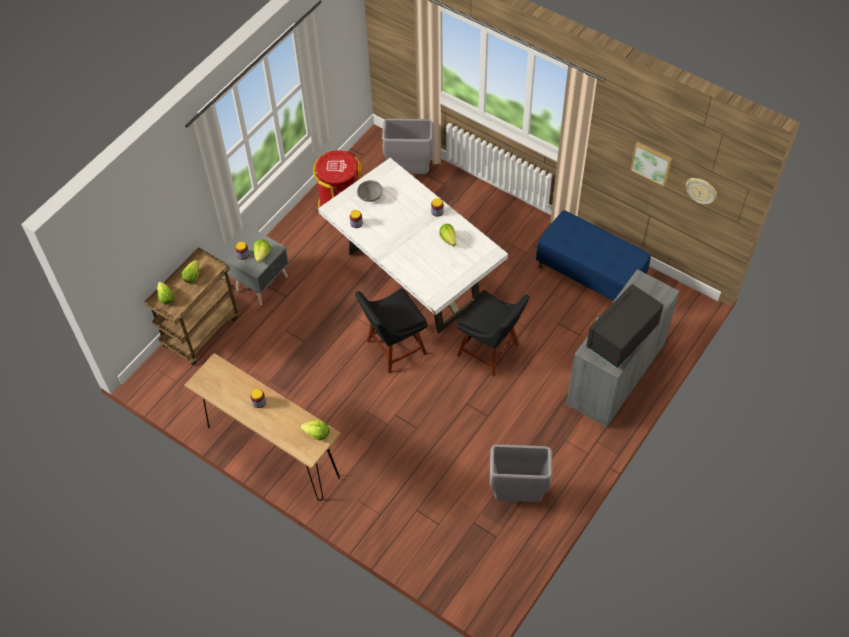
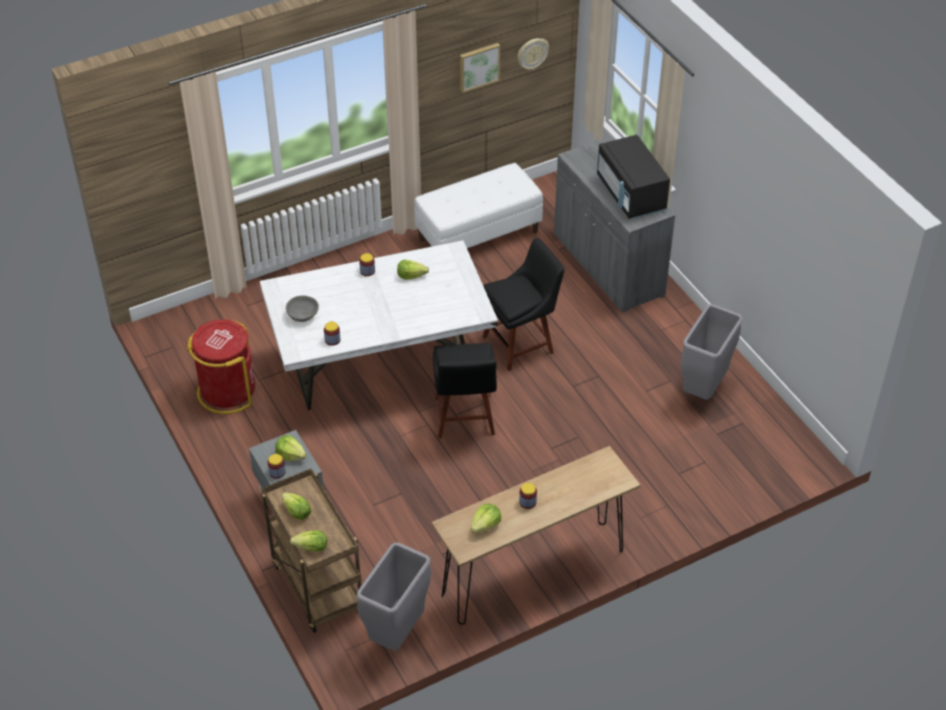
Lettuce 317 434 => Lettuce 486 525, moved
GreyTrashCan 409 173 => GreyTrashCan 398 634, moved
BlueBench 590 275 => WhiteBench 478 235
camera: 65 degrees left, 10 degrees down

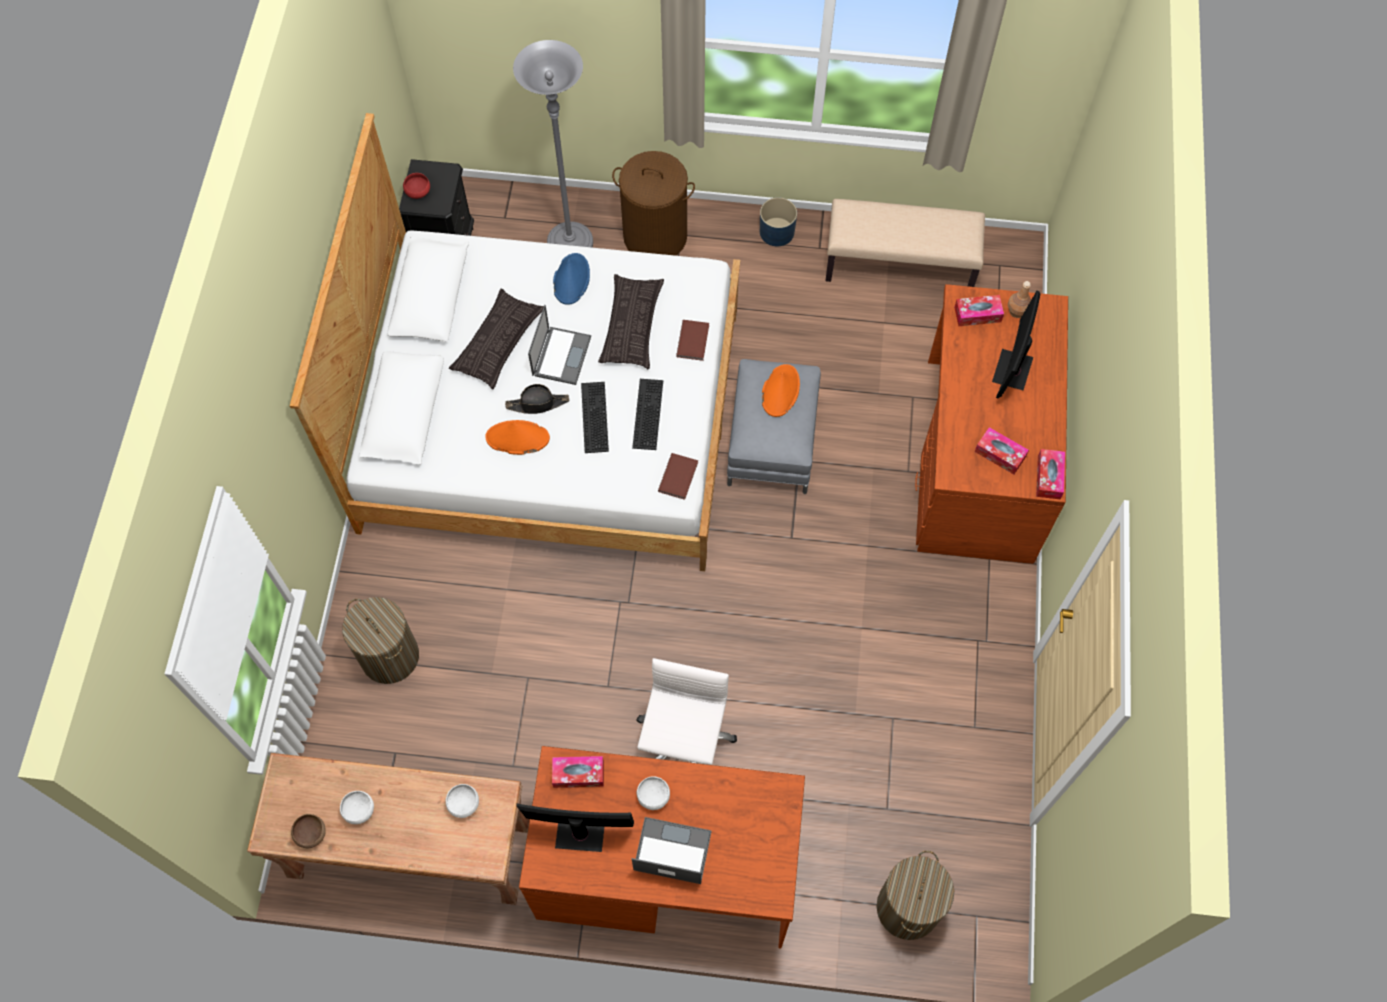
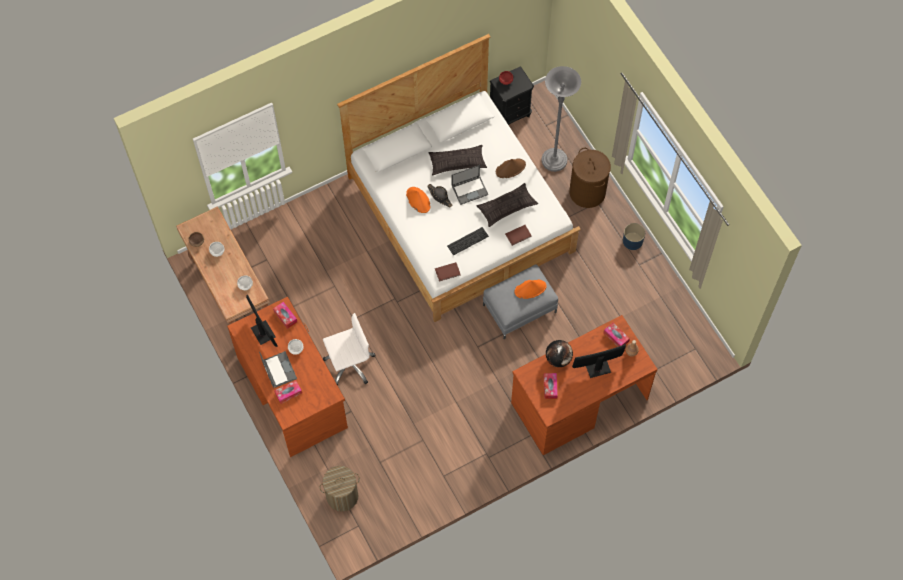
LaundryBasket 389 656 => nothing
Keyboard 593 416 => nothing
BeigeBench 900 265 => nothing
nothing => Globe 558 358
TissueBox 1049 477 => TissueBox 288 393, moved
BlueHat 571 279 => BrownHat 510 168
camera: 55 degrees right, 0 degrees up

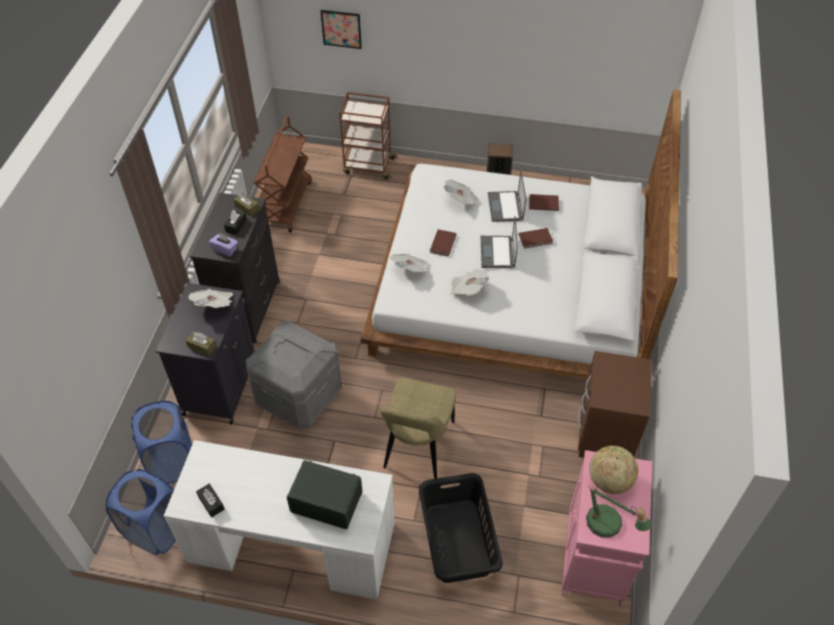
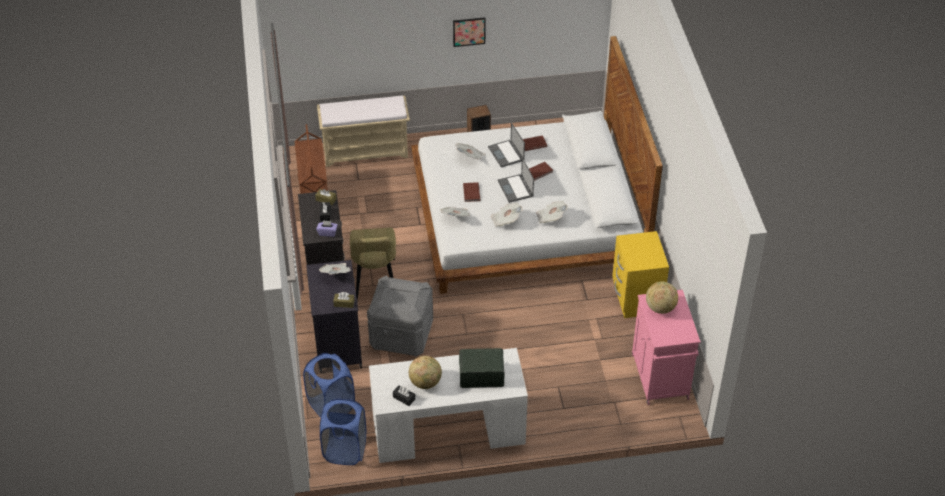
BlackLaundryBasket 457 541 => nothing
TableLamp 608 526 => nothing
nothing => Globe 425 382
nothing => Newspaper 550 217
Picture 341 29 => Picture 469 31, moved
BeigeChair 417 448 => BeigeChair 375 281, moved
BrownCart 368 166 => BeigeBench 366 151
BrownNightstand 604 433 => YellowNightstand 636 298
camera: 20 degrees left, 5 degrees down

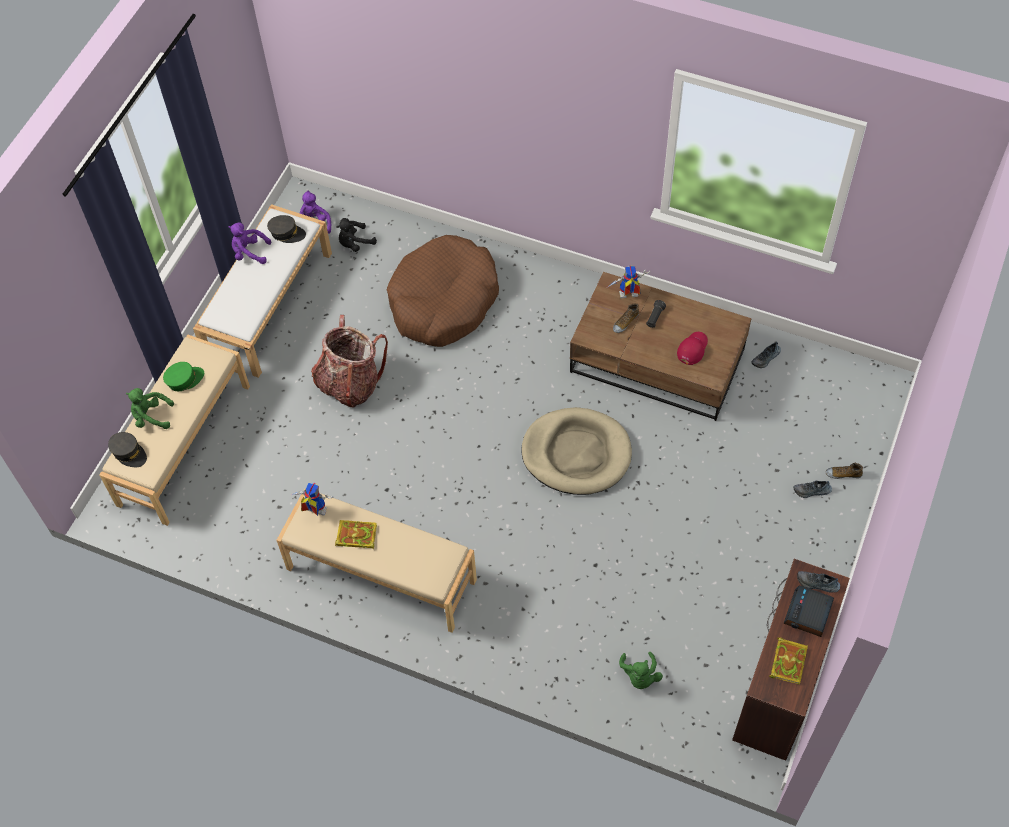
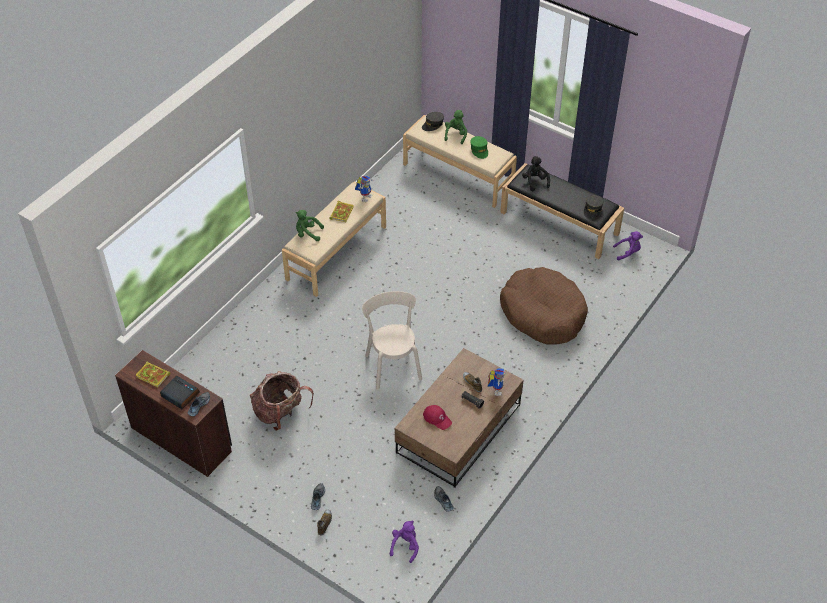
PurplePlushToy 249 252 => PurplePlushToy 405 546, moved
Backpack 350 383 => Backpack 280 413, moved
BlackPlushToy 355 243 => BlackPlushToy 535 181, moved
GreenPlushToy 639 676 => GreenPlushToy 308 233, moved
BeigeDogBed 576 453 => BeigeChair 393 365
WhiteBench 269 303 => BlackBench 560 223
camera: 100 degrees right, 10 degrees down

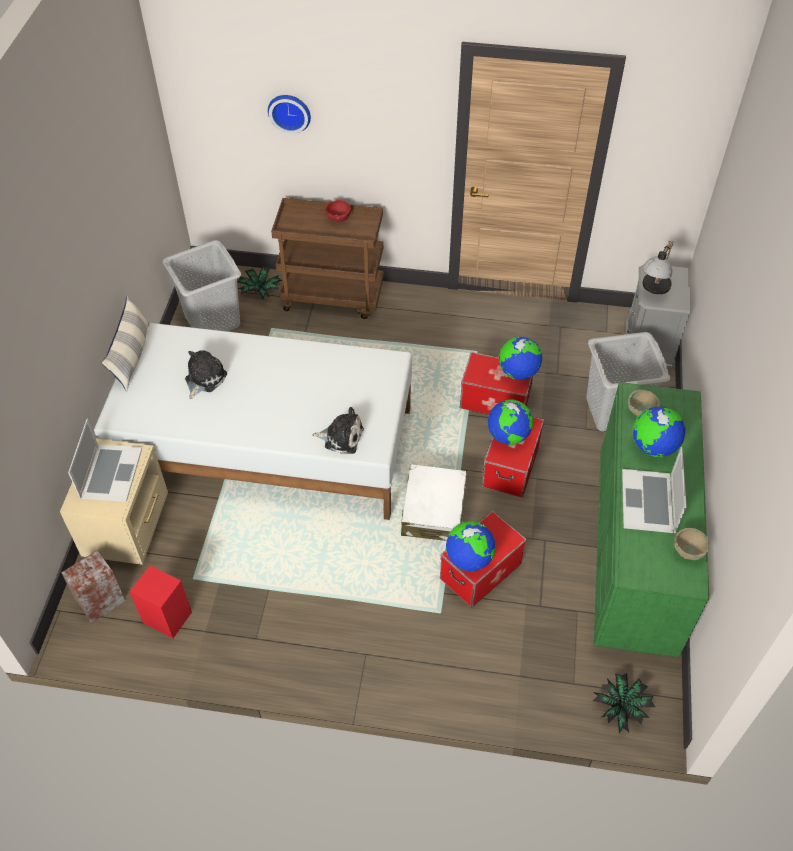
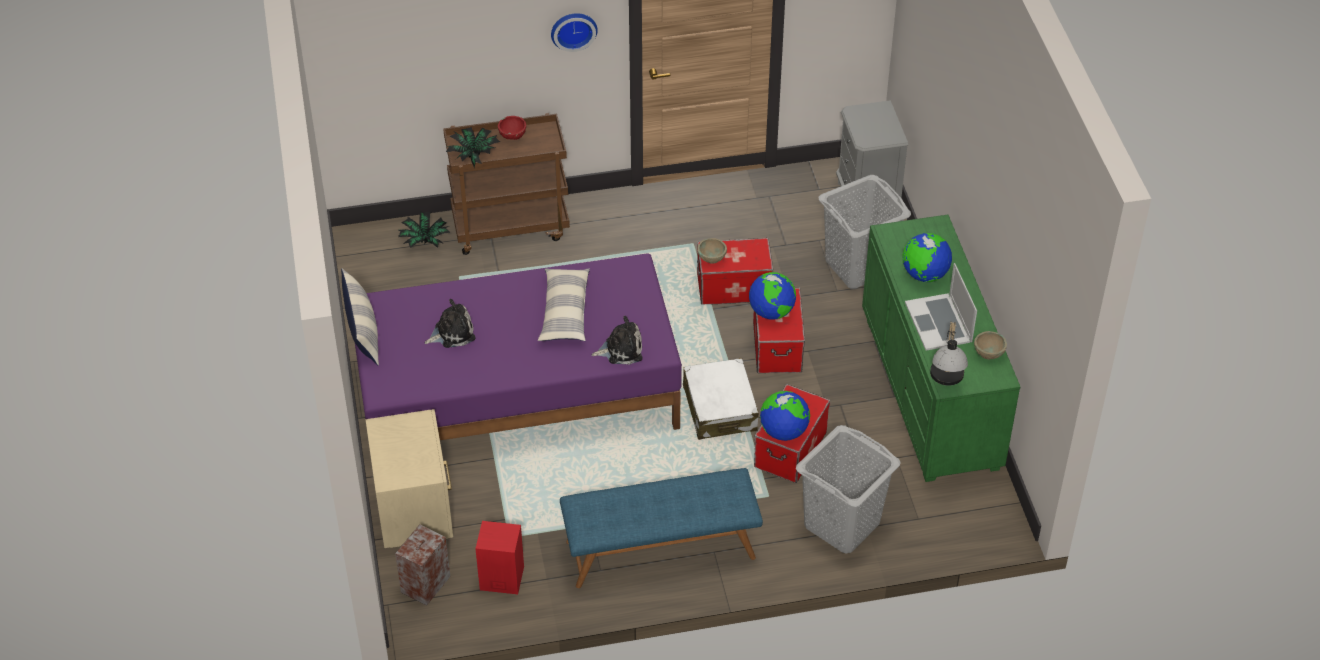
Laptop 110 473 => nothing
Globe 518 372 => nothing
nothing => Pillow 564 312
nothing => BlueBench 660 550
GreyLaundryBasket 212 320 => GreyLaundryBasket 841 524, moved
WallClock 290 111 => WallClock 573 29, moved
PottedPlant 622 707 => PottedPlant 474 155, moved
BeigeBowl 640 411 => BeigeBowl 711 258, moved
TableLamp 653 289 => TableLamp 946 380, moved
WhiteBed 265 444 => PurpleBed 515 394
PlushToy 204 379 => PlushToy 452 333, 60 degrees clockwise
camera: 20 degrees left, 5 degrees down

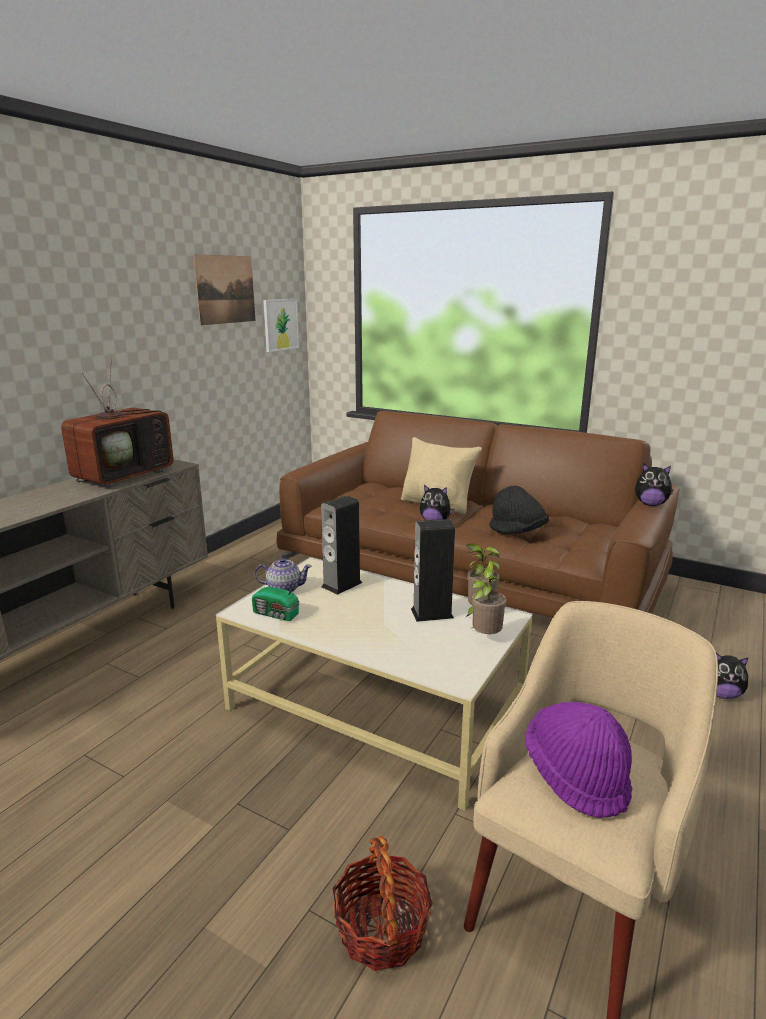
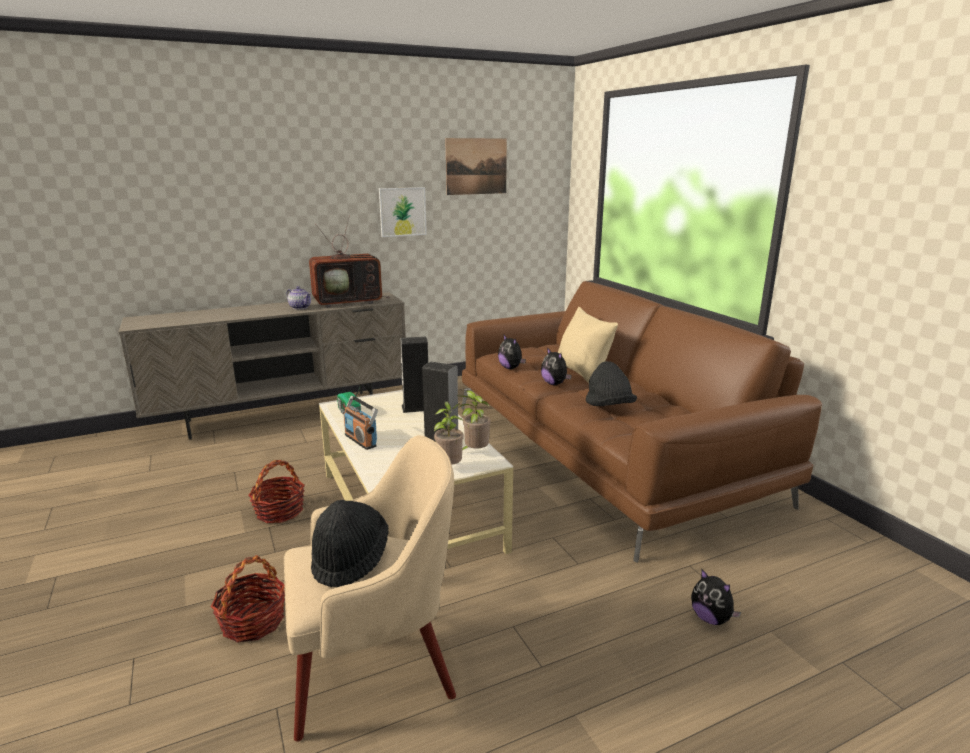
nothing => Basket 279 511
nothing => Radio 361 440
Teapot 283 588 => Teapot 300 307, moved
Picture 280 324 => Picture 402 212, moved
PlushToy 650 504 => PlushToy 511 368, moved
PurpleHat 576 776 => BlackHat 350 559
camera: 35 degrees right, 0 degrees up

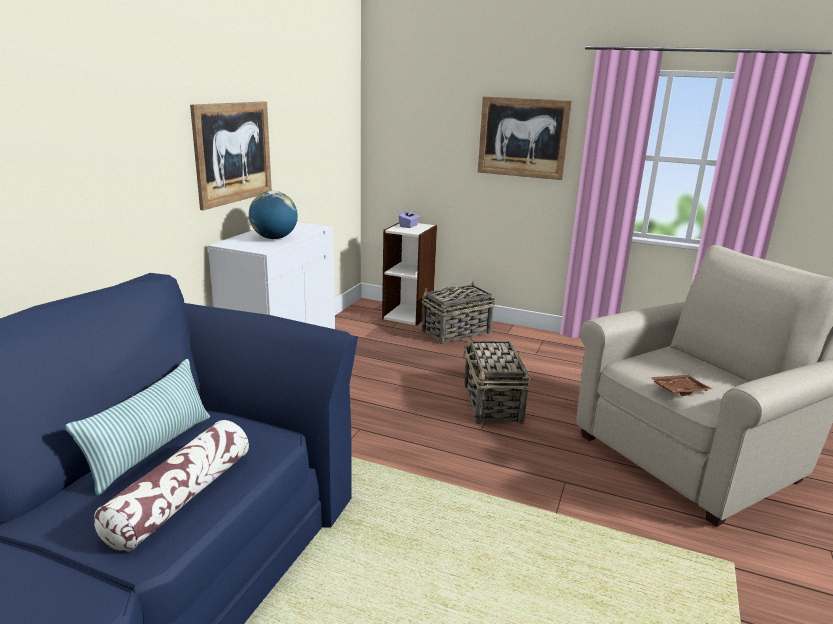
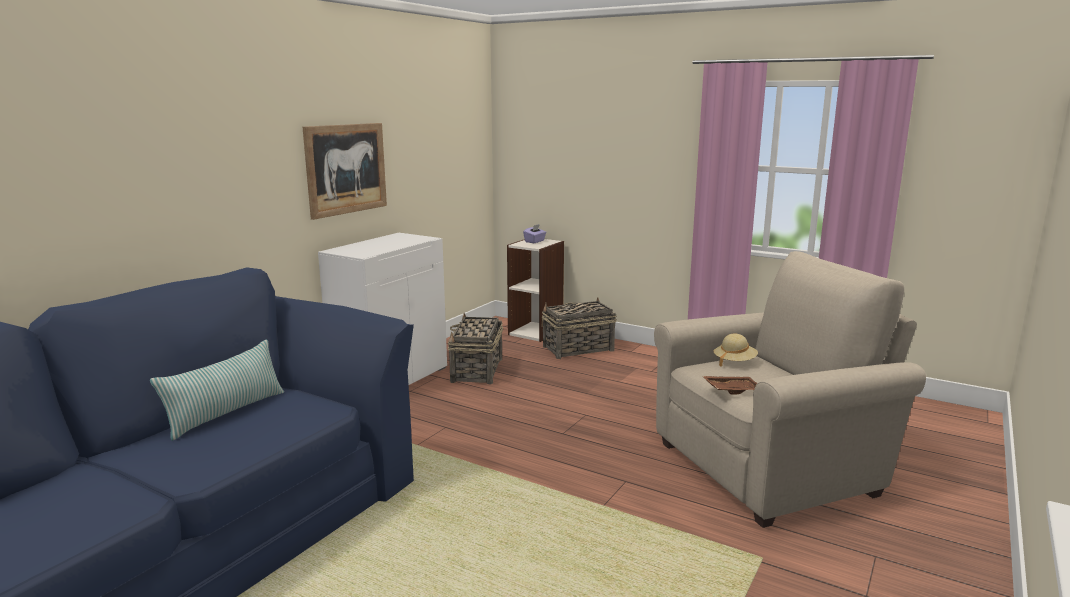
Pillow 182 497 => nothing
Globe 274 238 => nothing
Picture 523 138 => nothing
nothing => BeigeHat 734 362
Basket 492 404 => Basket 476 371, moved
camera: 10 degrees right, 5 degrees down

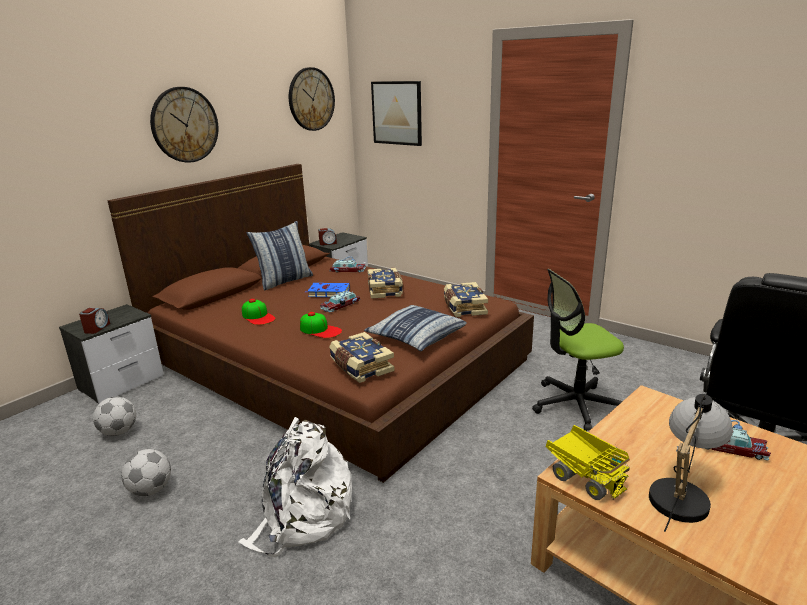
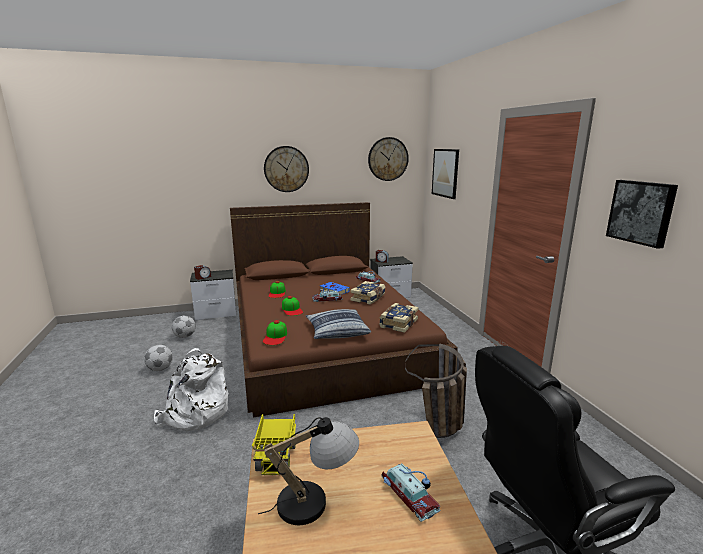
Pillow 284 281 => nothing
nothing => Picture 641 212
Book 360 367 => Cap 275 336
OfficeChair 575 405 => Basket 439 430
camera: 35 degrees right, 5 degrees down

